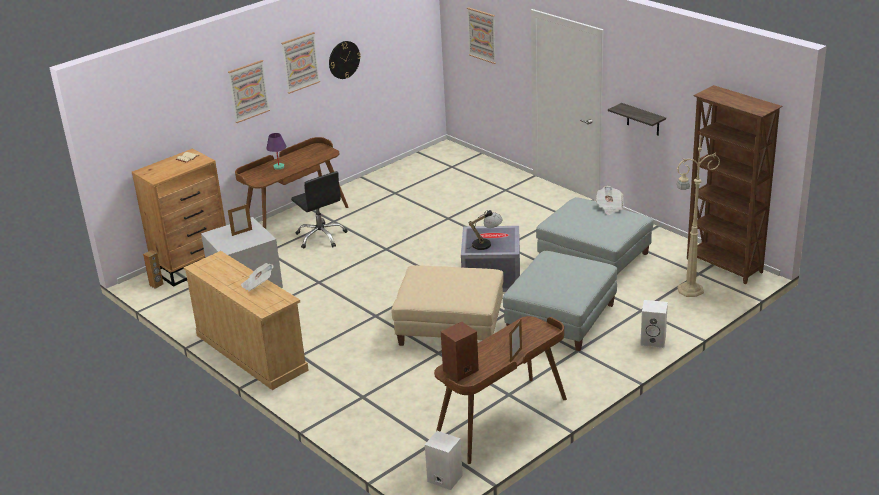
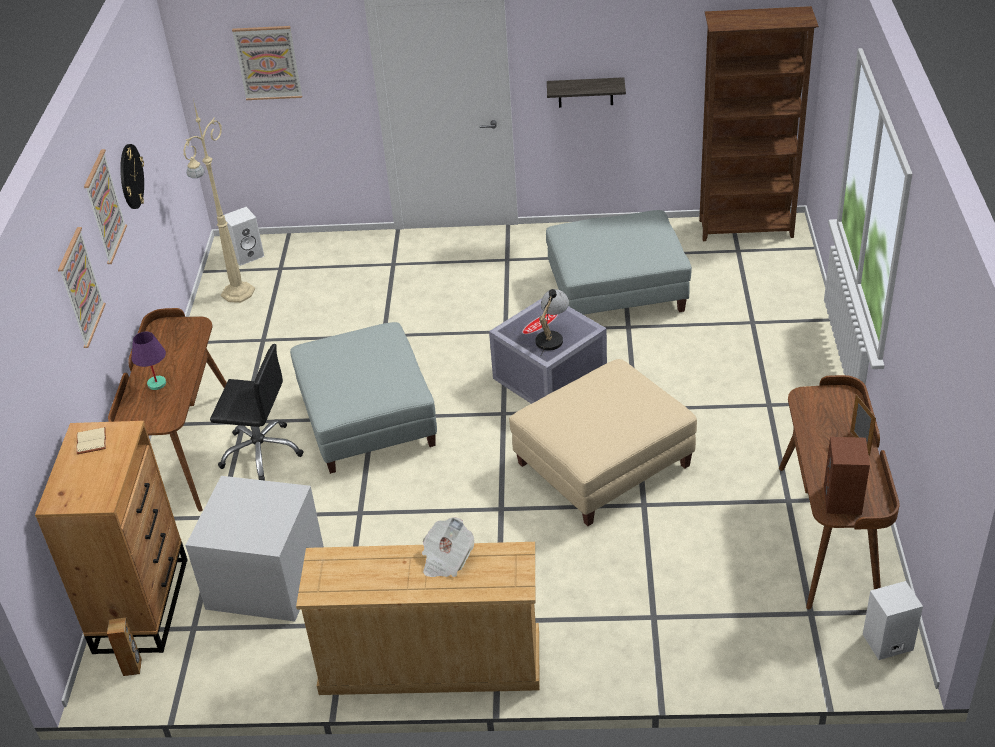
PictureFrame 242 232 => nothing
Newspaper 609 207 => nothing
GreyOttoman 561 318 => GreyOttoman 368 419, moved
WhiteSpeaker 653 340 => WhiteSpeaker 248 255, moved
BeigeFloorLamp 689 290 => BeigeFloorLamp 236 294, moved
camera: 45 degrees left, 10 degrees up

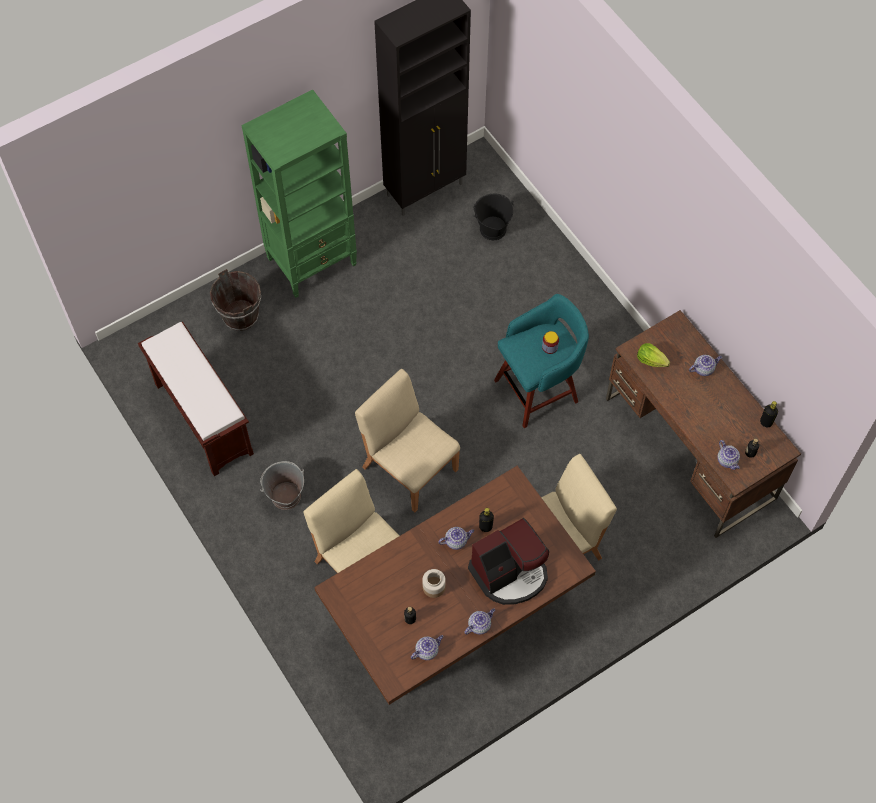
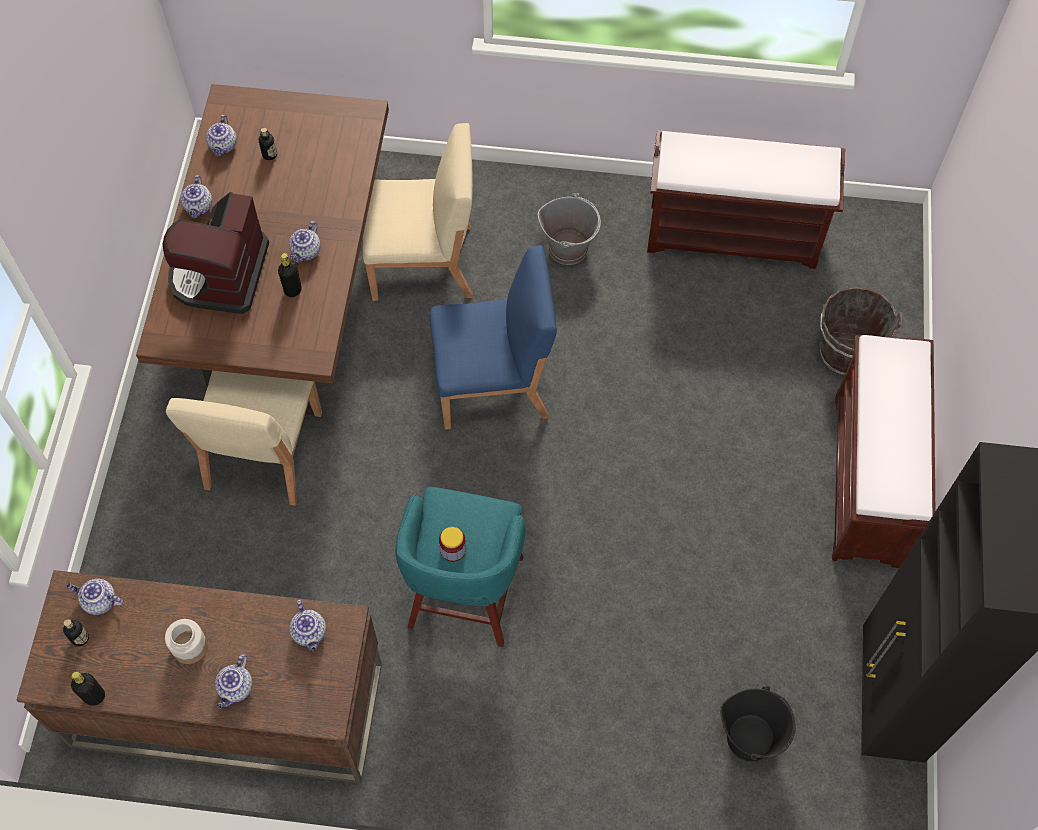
Jar 433 587 => Jar 190 646, moved
GreenBookcase 313 261 => BrownBench 868 481
Lettuce 651 360 => Teapot 310 633
BeigeChair 409 467 => BlueChair 493 384
camera: 130 degrees right, 0 degrees up

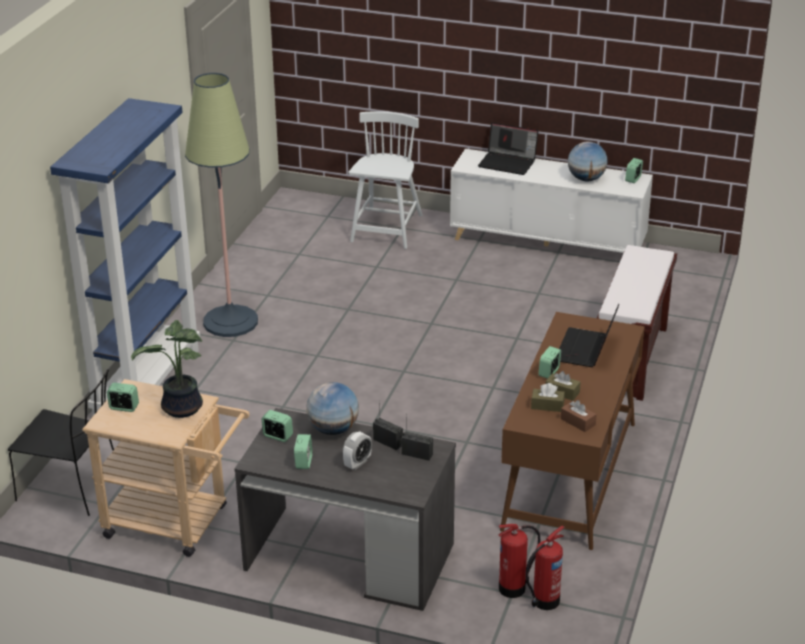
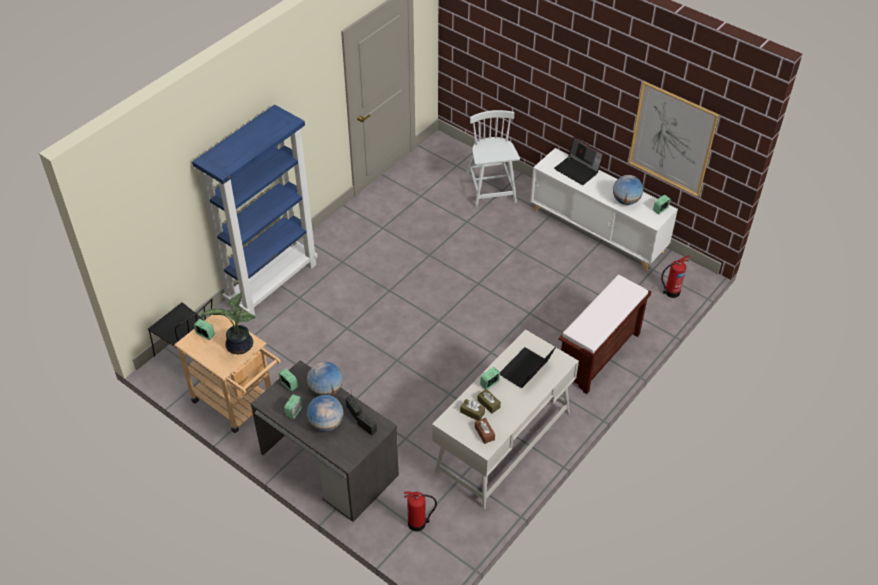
FloorLamp 230 322 => nothing
nothing => Picture 672 139
FireExtinguisher 544 601 => FireExtinguisher 671 292, moved
AlarmClock 357 463 => Globe 326 423
BrownDesk 569 475 => WhiteDesk 502 443
WhiteChair 387 229 => WhiteChair 491 189, 45 degrees counterclockwise
camera: 20 degrees right, 15 degrees up

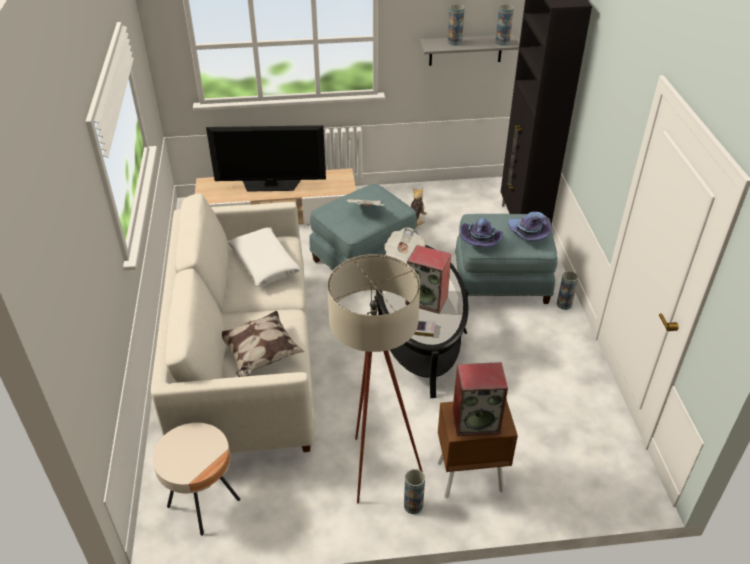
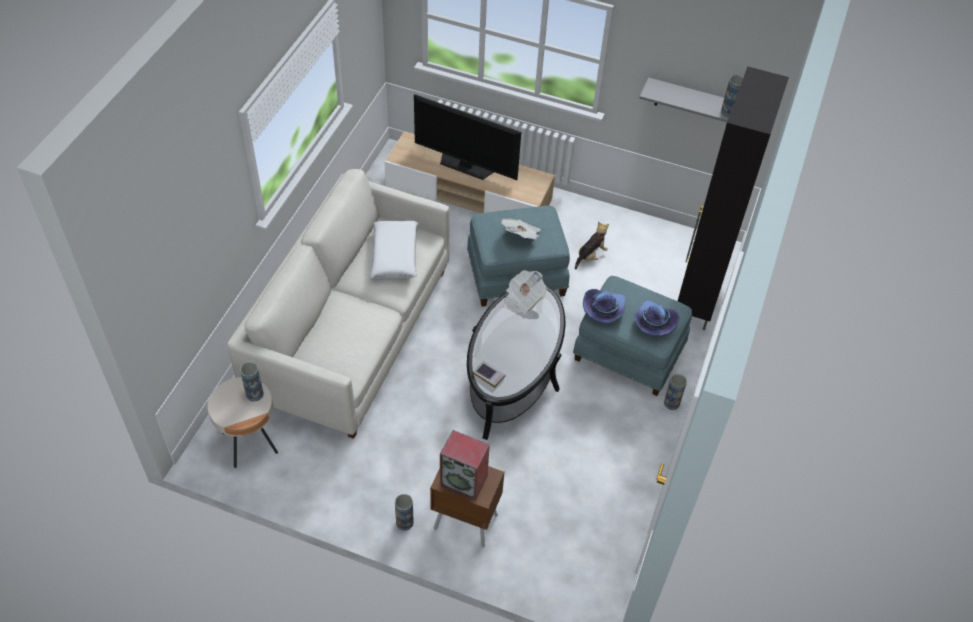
Pillow 260 355 => nothing
BeigeFloorLamp 374 463 => nothing
Speaker 427 300 => nothing
Vase 454 42 => Vase 254 394, moved
camera: 25 degrees right, 10 degrees up

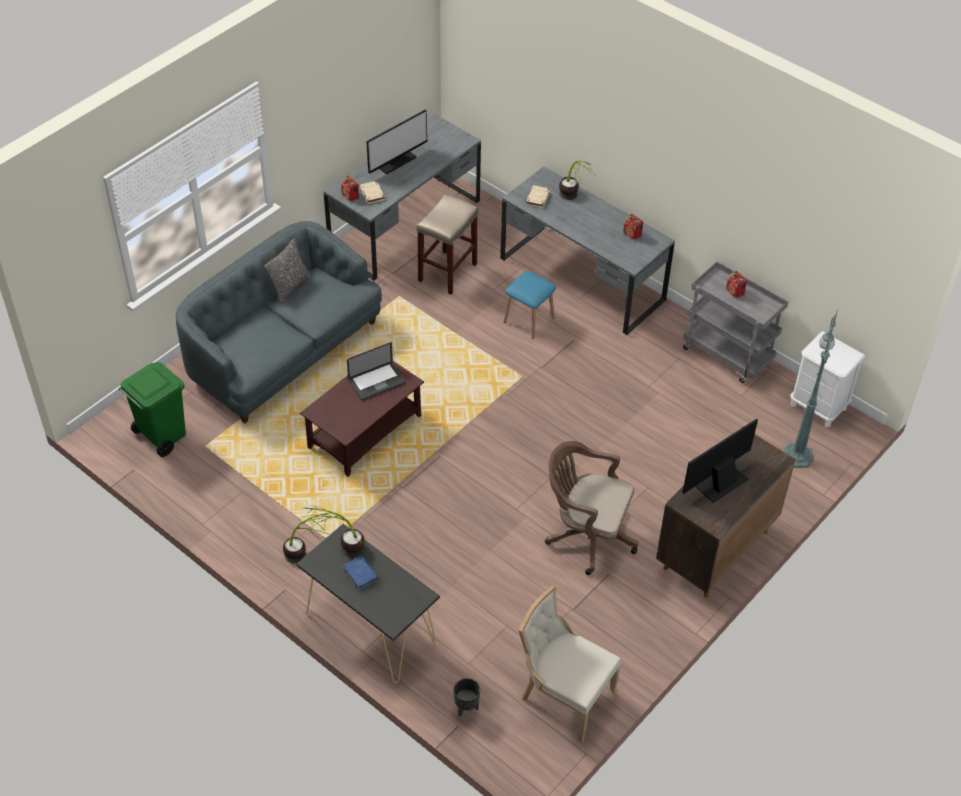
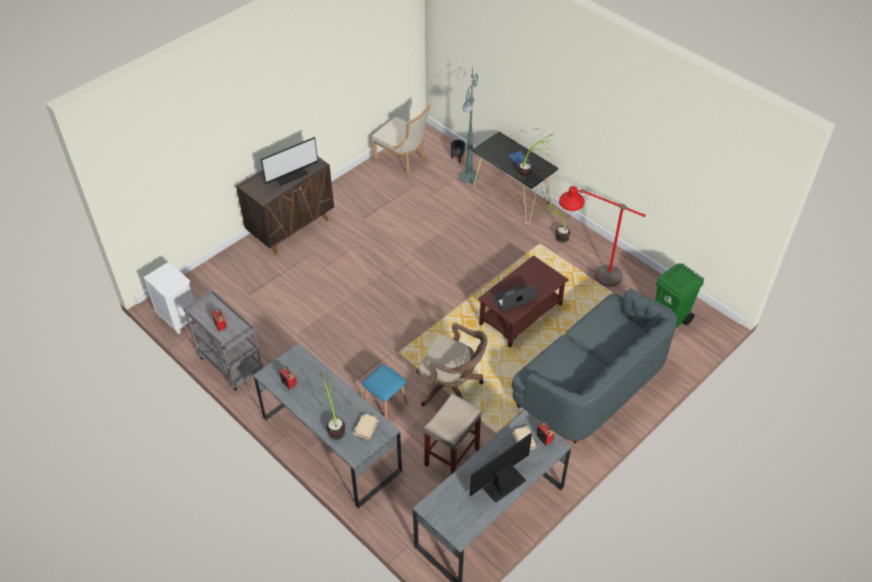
Pillow 290 287 => nothing
nothing => RedFloorLamp 589 278
BrownOfficeChair 586 535 => BrownOfficeChair 452 388, moved
GreenFloorLamp 798 454 => GreenFloorLamp 468 177, moved
camera: 175 degrees left, 0 degrees up

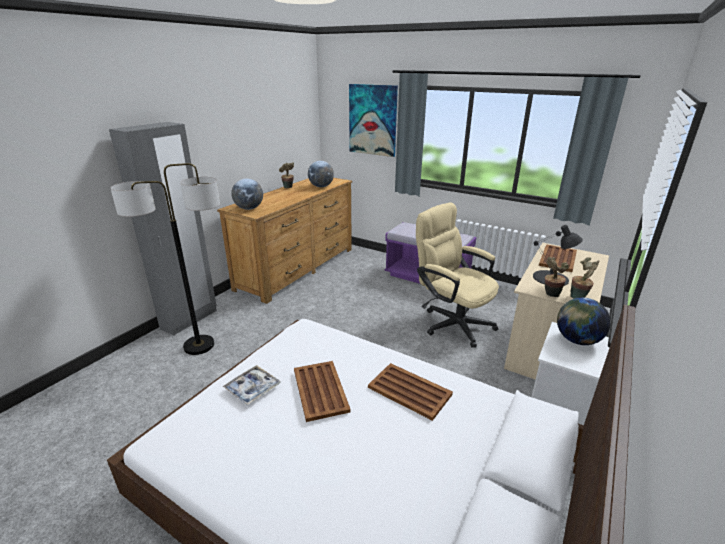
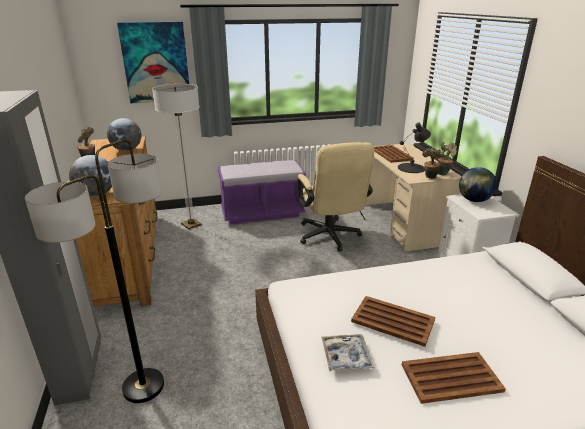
nothing => FloorLamp 191 224
BrownTray 409 390 => BrownTray 450 378, moved
BeigeOfficeChair 451 322 => BeigeOfficeChair 330 238, 105 degrees counterclockwise
camera: 45 degrees left, 0 degrees up

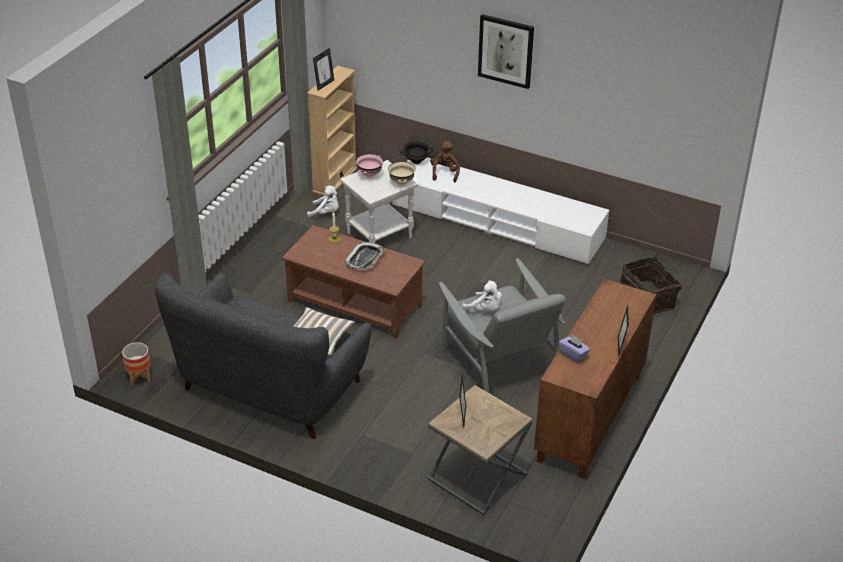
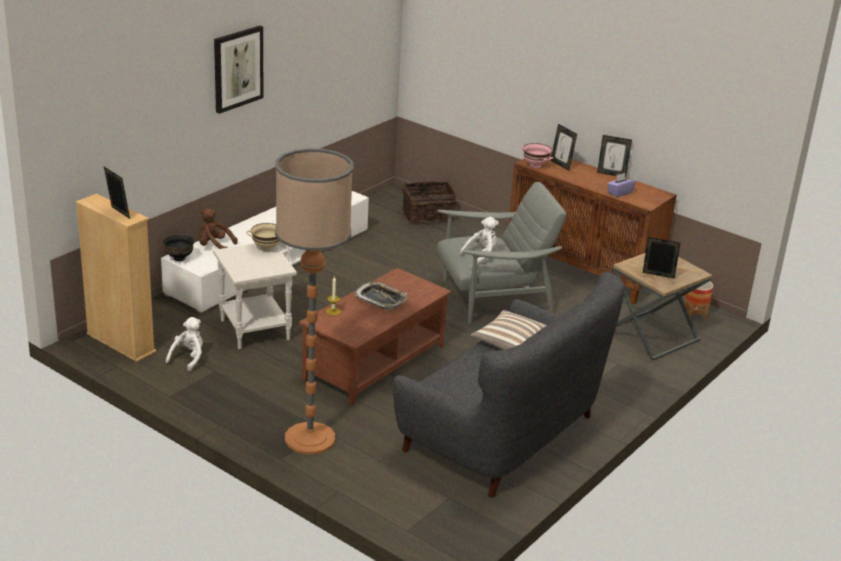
nothing => FloorLamp 310 438
nothing => PictureFrame 561 165
Planter 139 377 => Planter 694 314, moved
PinkBowl 369 175 => PinkBowl 535 166, moved
camera: 80 degrees left, 10 degrees down

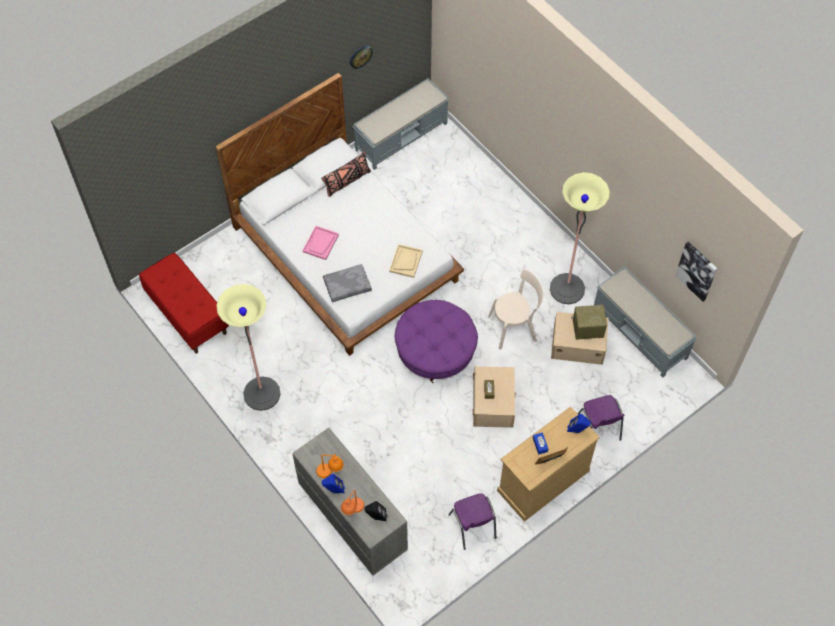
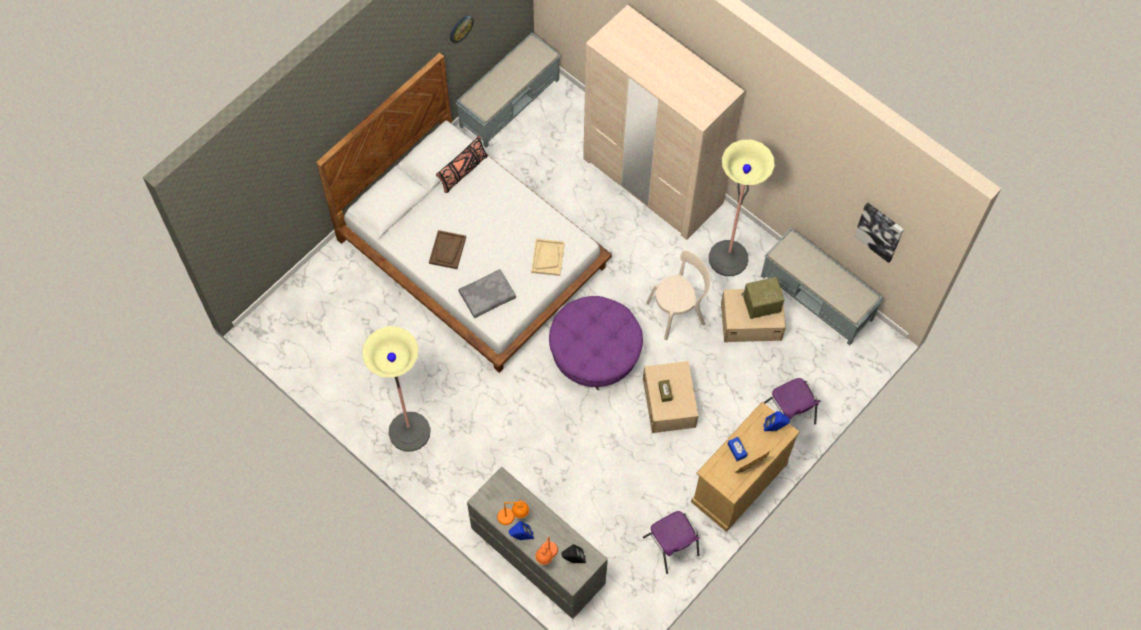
RedBench 187 314 => nothing
nothing => BeigeWardrobe 652 180
PinkTray 320 243 => BrownTray 447 250
camera: 10 degrees left, 5 degrees up

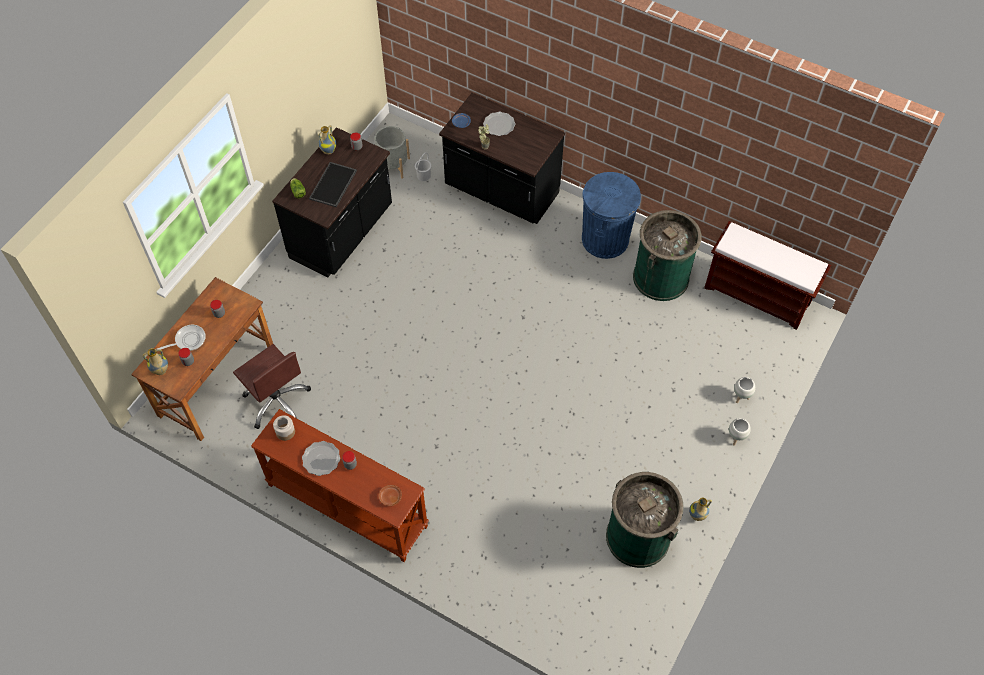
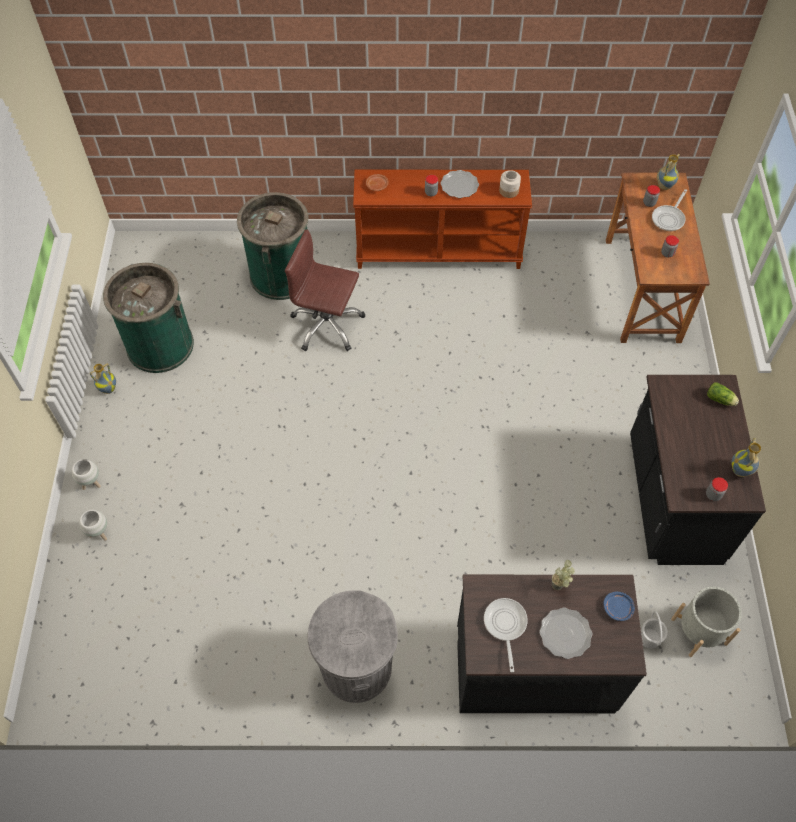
Tray 333 185 => nothing
BrownBench 758 295 => nothing
nothing => FryingPan 505 625
BrownOfficeChair 277 401 => BrownOfficeChair 327 325, moved
GreenTrashCan 660 277 => GreenTrashCan 281 274, moved
BlueTrashCan 605 239 => GreyTrashCan 356 668
camera: 150 degrees right, 0 degrees up

